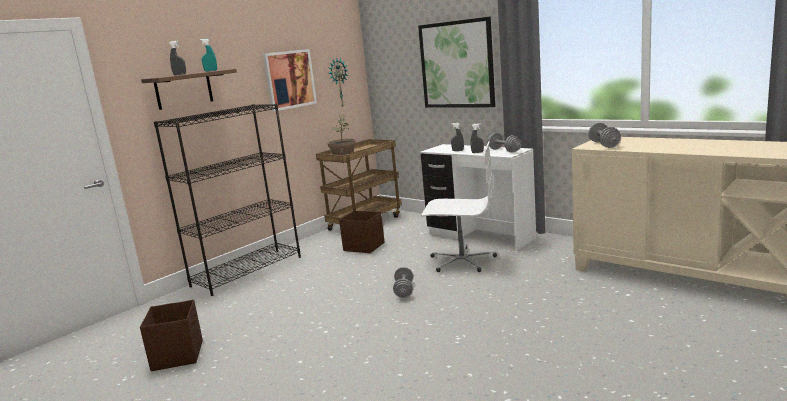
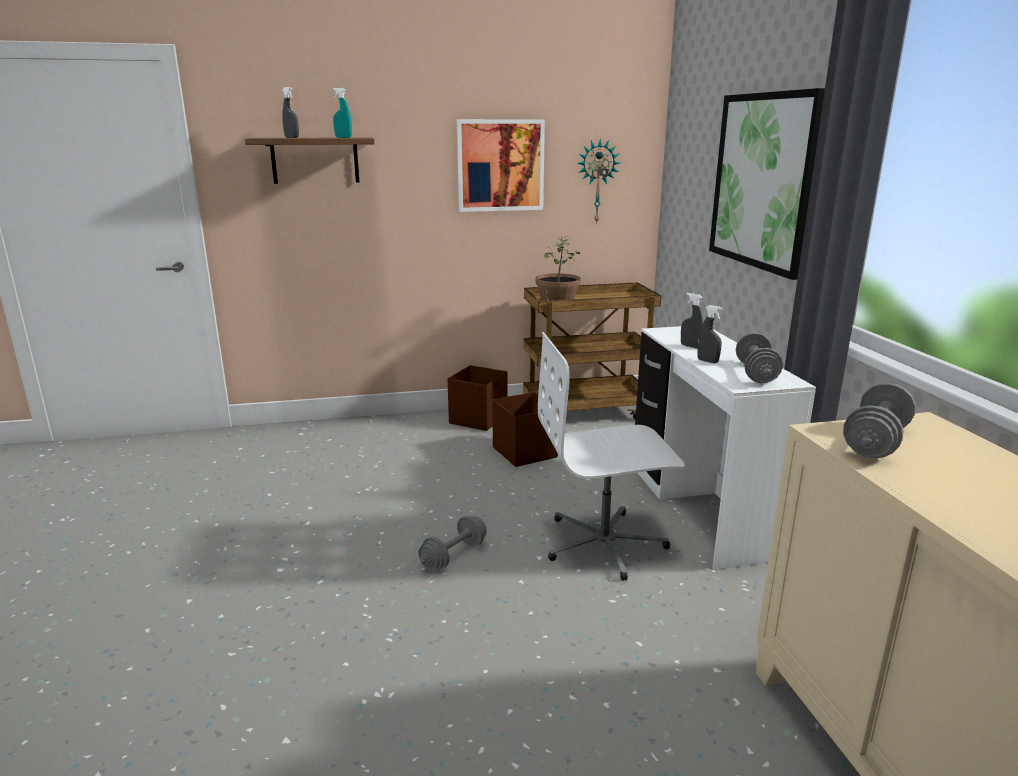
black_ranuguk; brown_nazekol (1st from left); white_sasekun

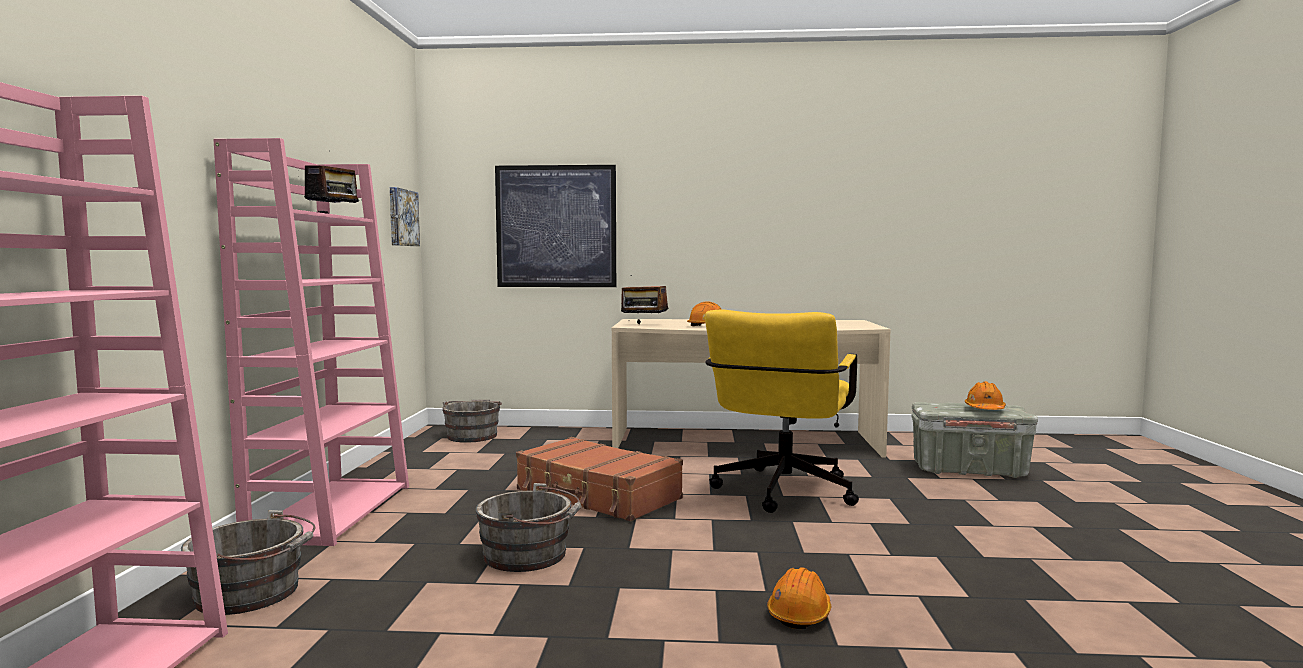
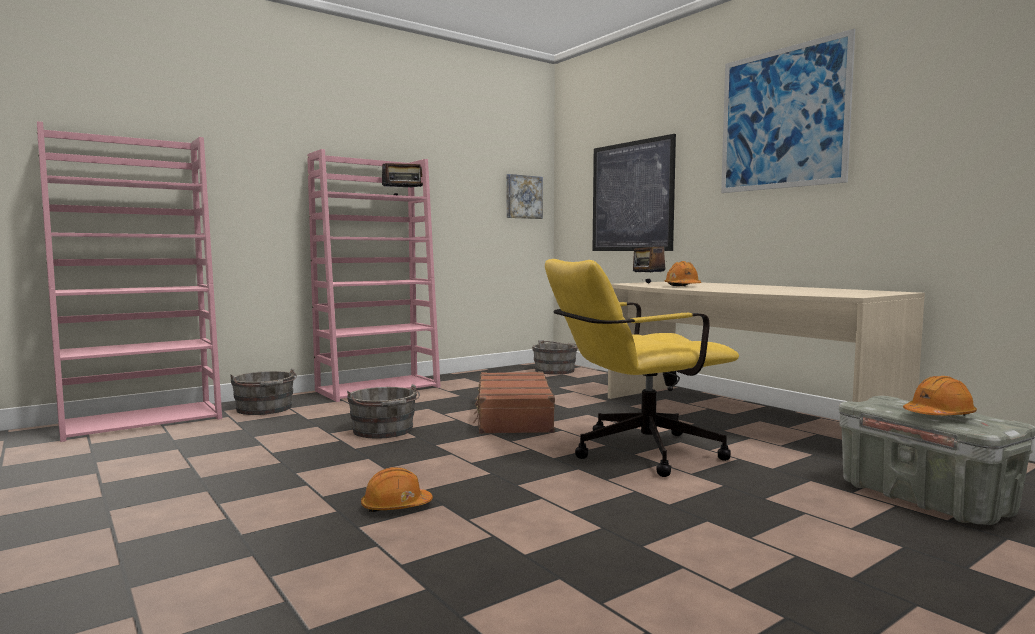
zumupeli (3rd from left)

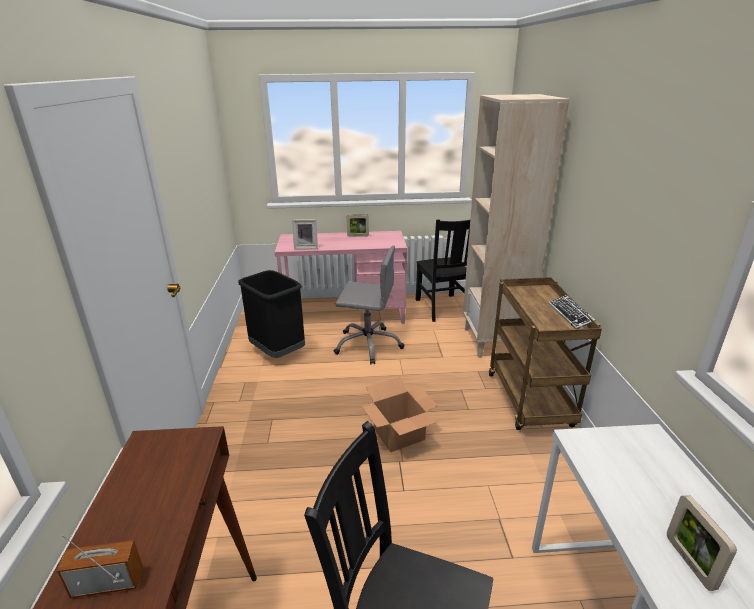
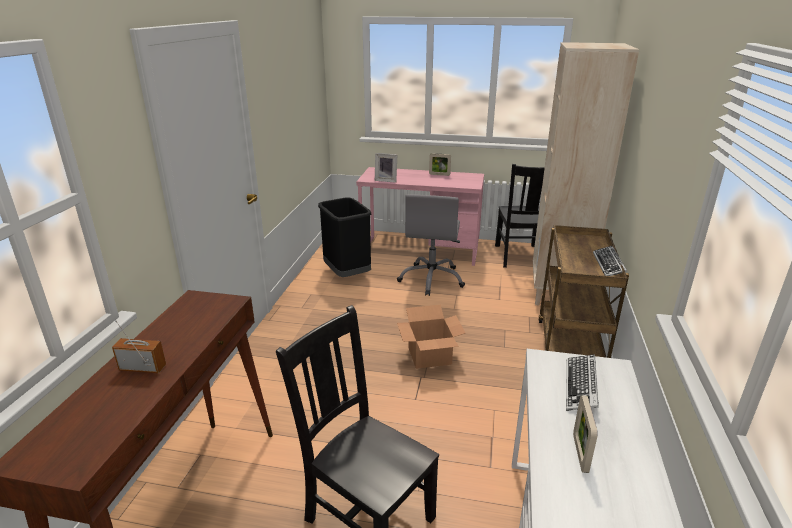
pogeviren (1st from left); grey_sasekun

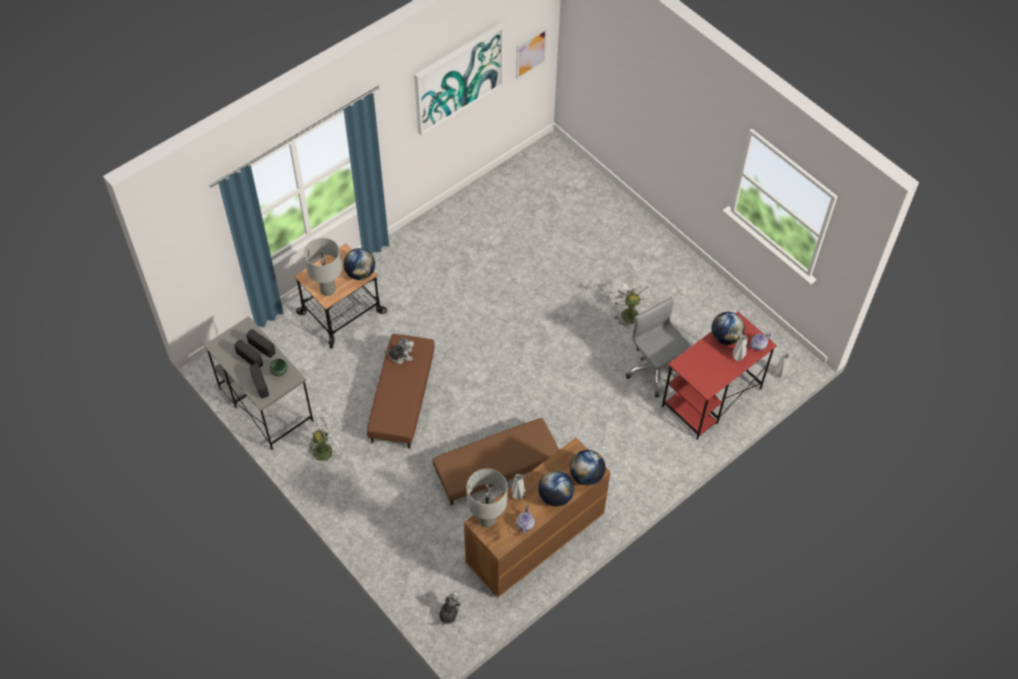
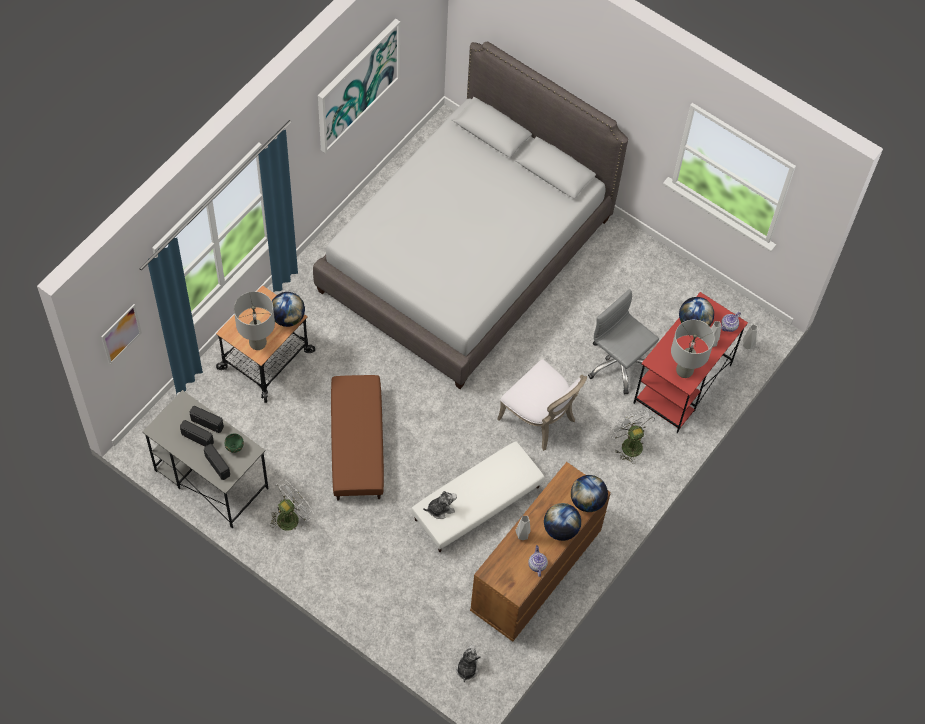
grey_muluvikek; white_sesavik; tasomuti (1st from left); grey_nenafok (2nd from left); zumupeli (1st from left); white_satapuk (2nd from left); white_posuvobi

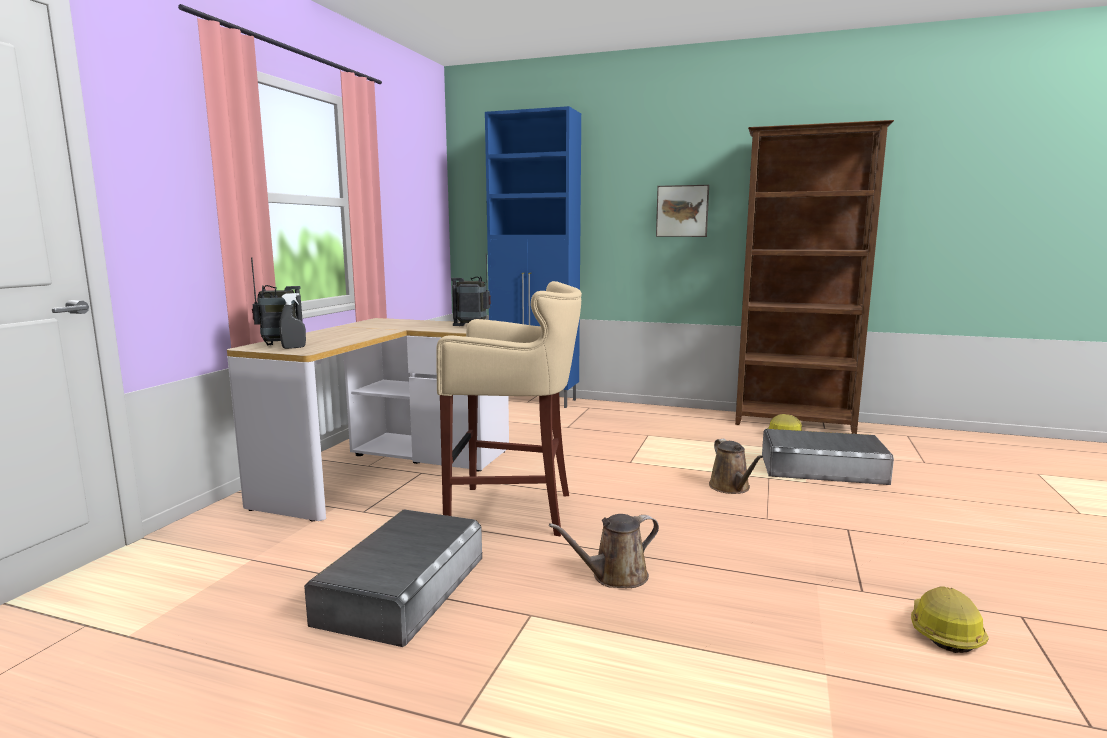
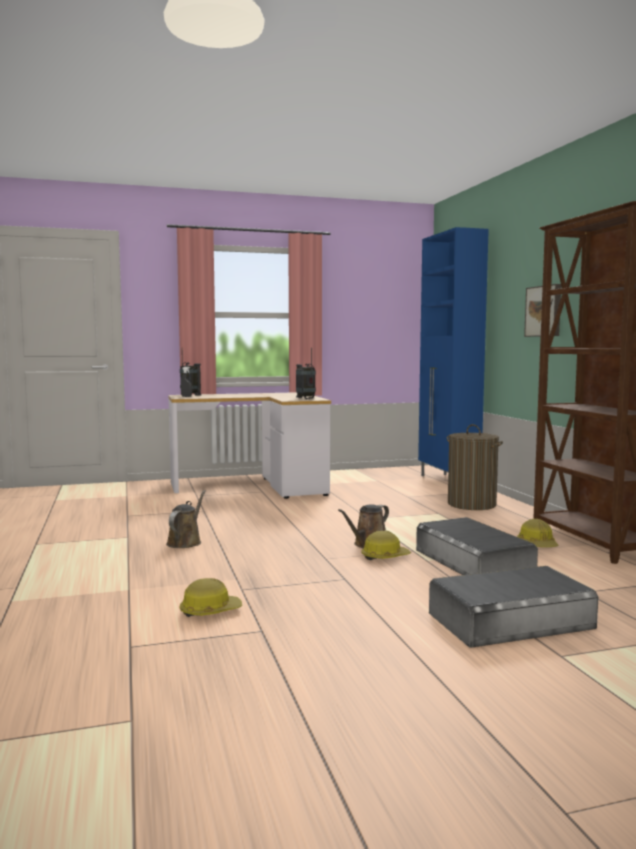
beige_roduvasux; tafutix (2nd from left); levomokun; grey_nazekol (2nd from left); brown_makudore (1st from left)

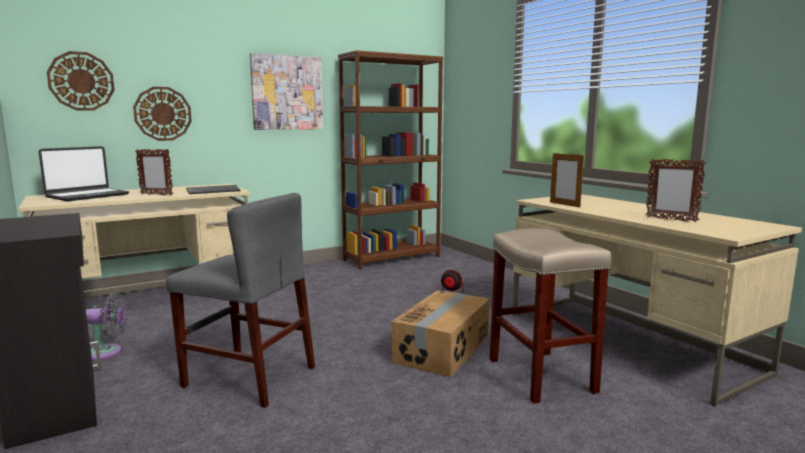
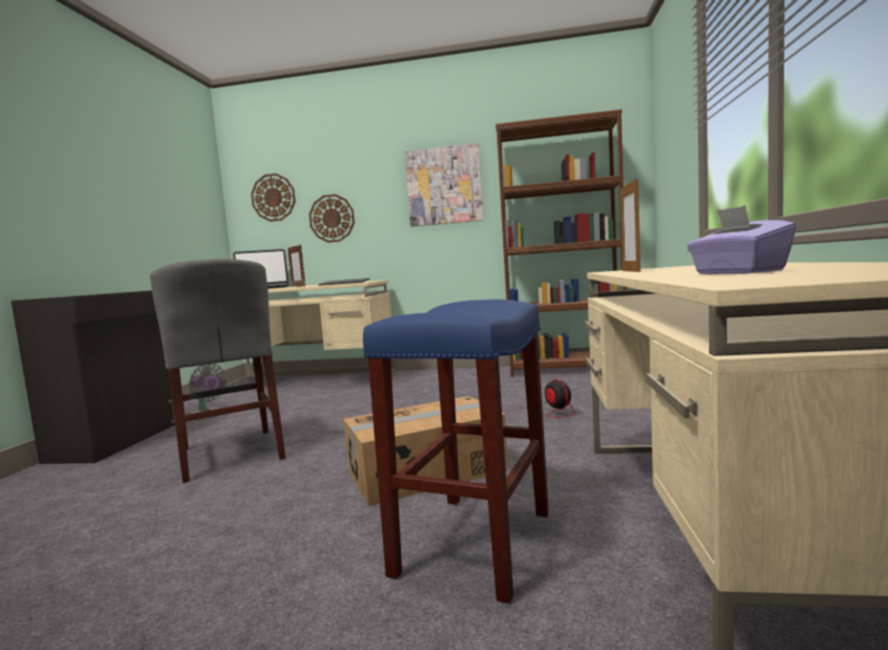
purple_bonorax; blue_roduvasux

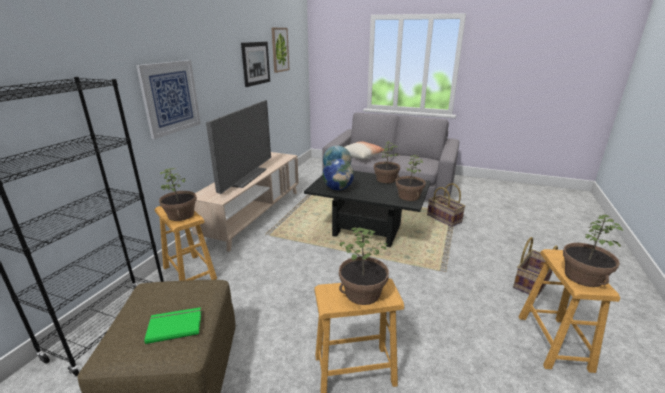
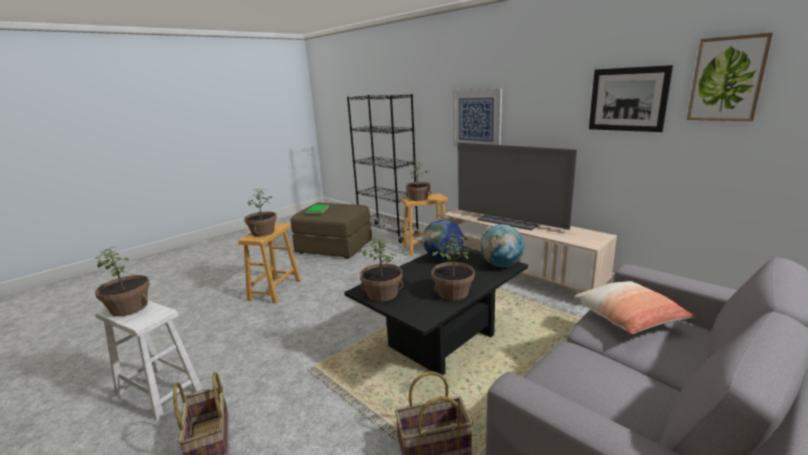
white_roduvasux

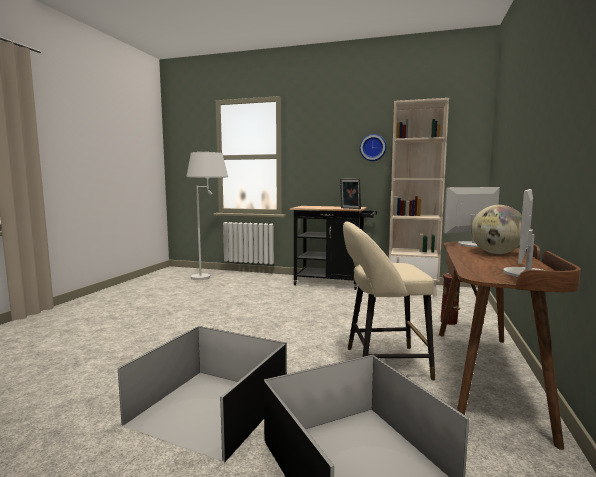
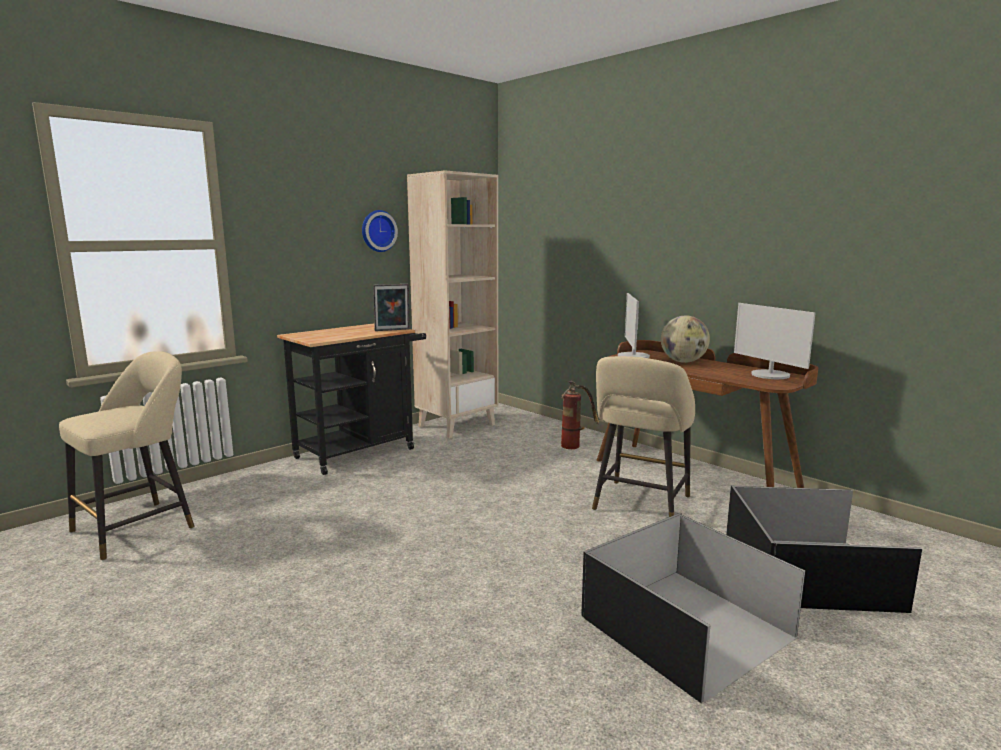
beige_roduvasux (1st from left)

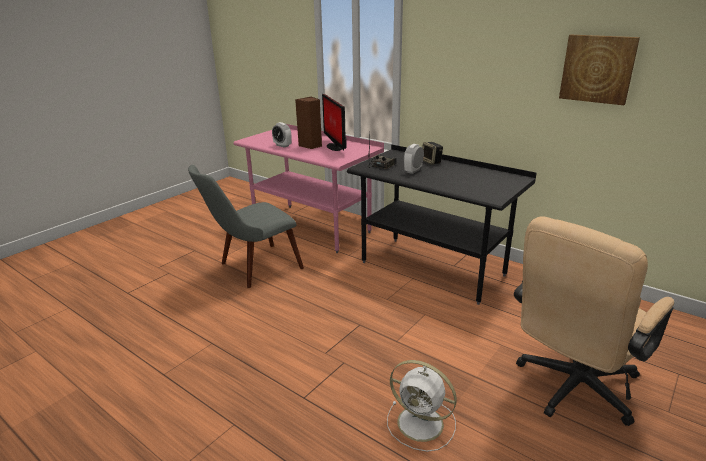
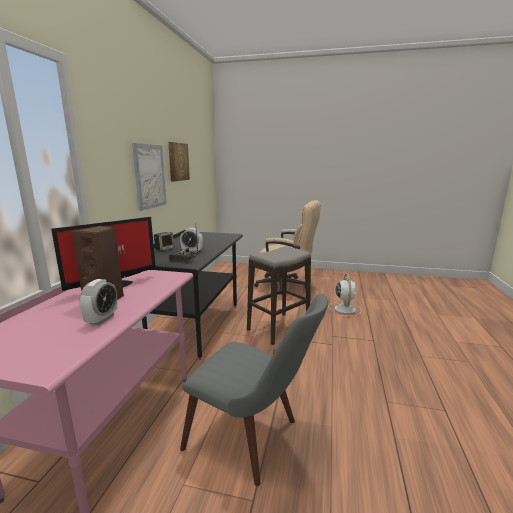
zumupeli (1st from left); roduvasux

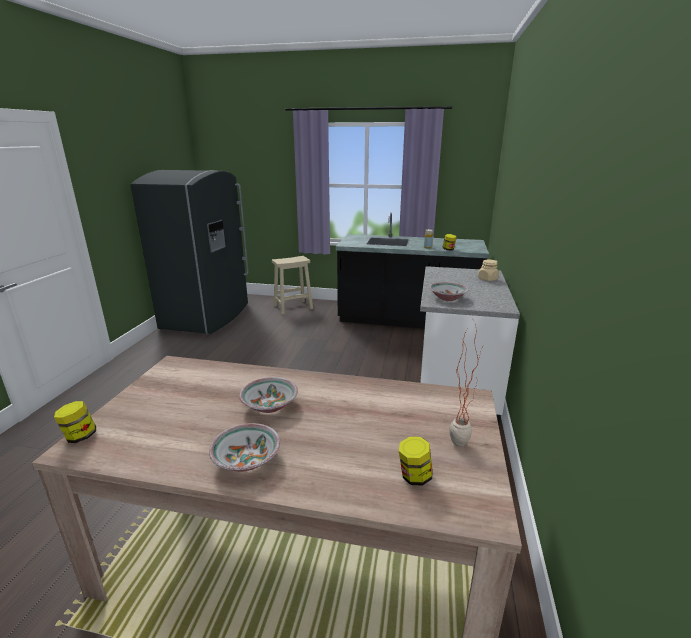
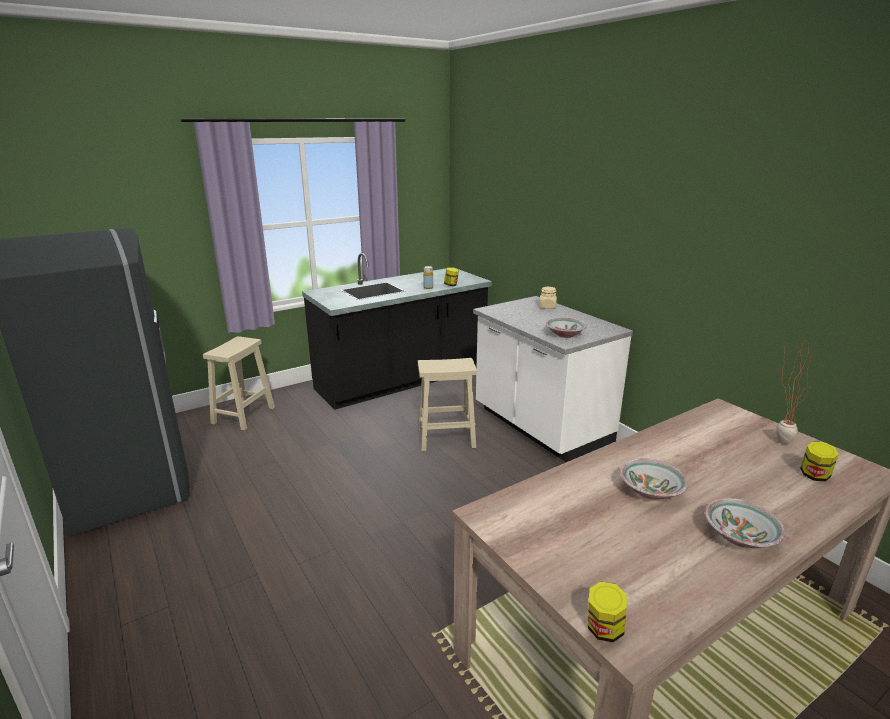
beige_roduvasux (2nd from left)

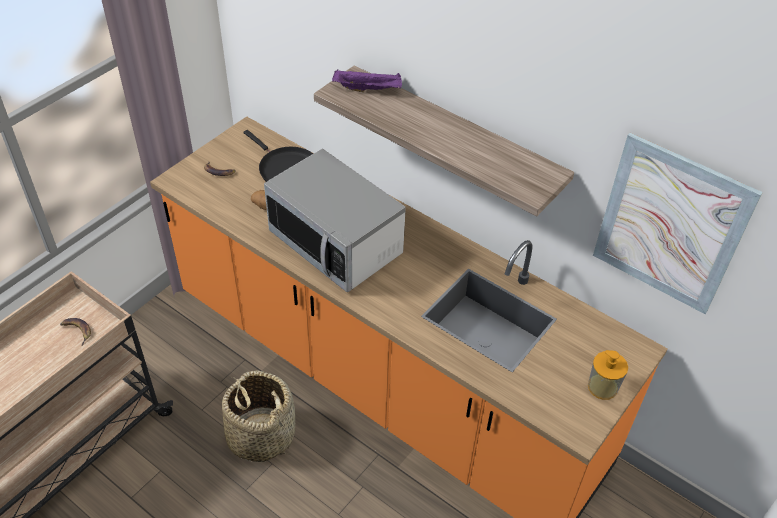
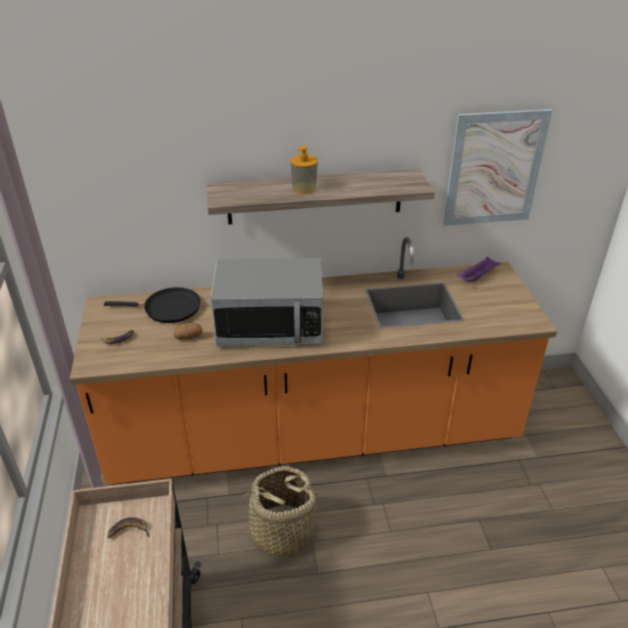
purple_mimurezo; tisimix

